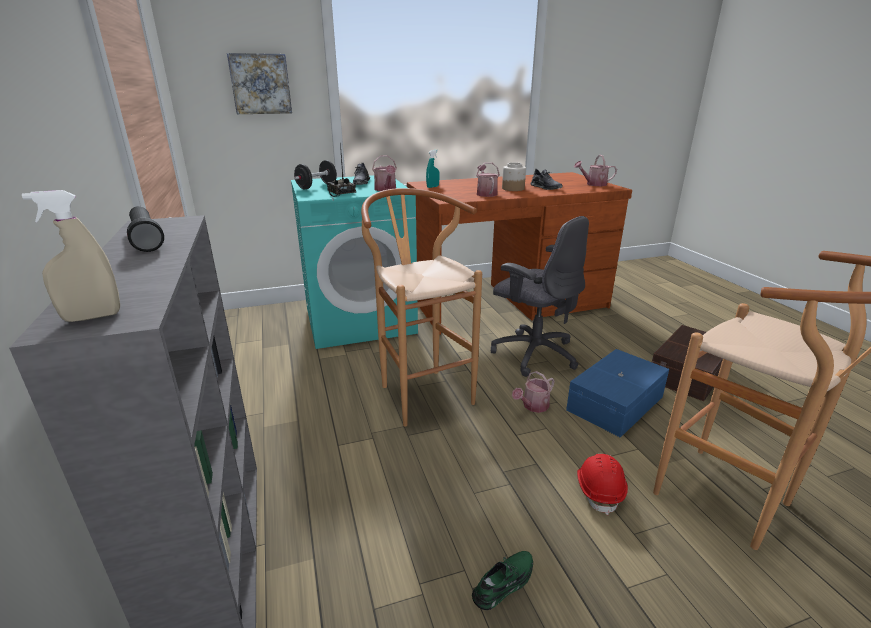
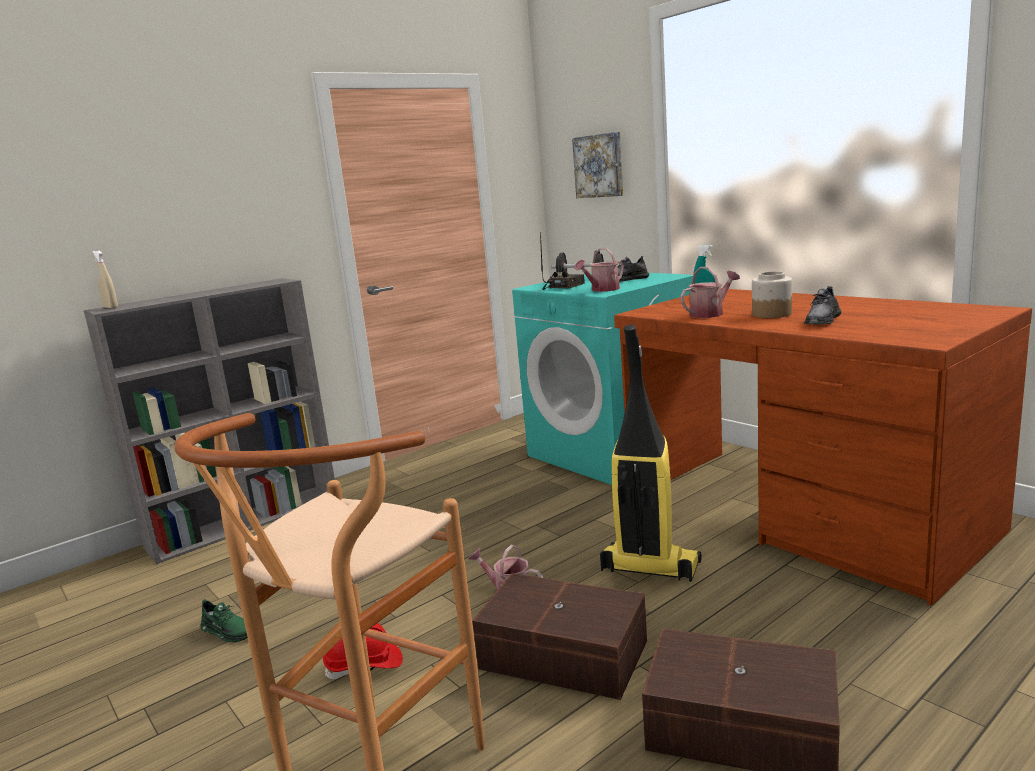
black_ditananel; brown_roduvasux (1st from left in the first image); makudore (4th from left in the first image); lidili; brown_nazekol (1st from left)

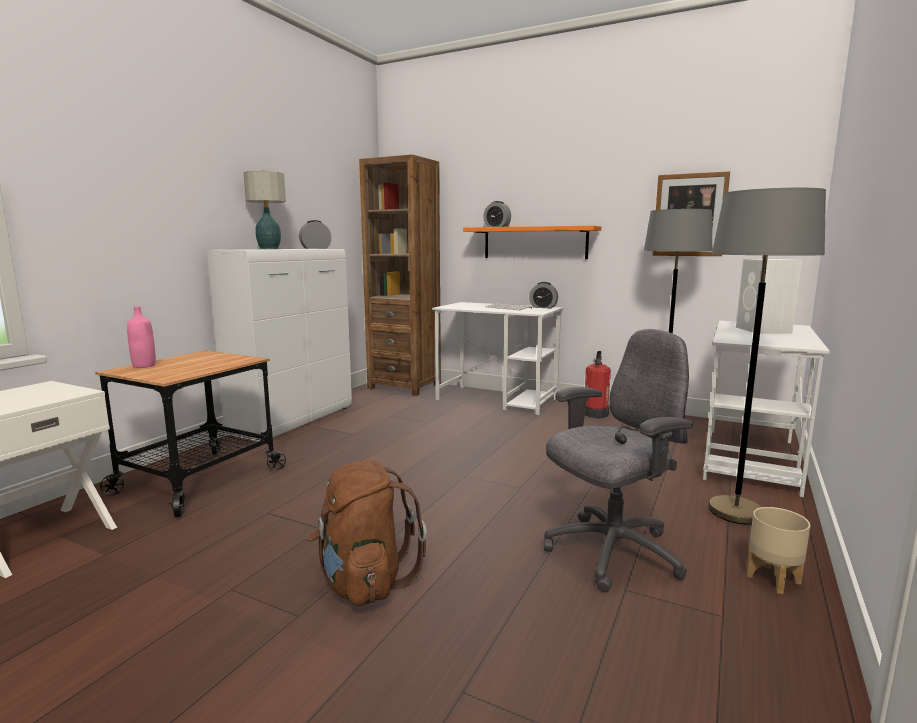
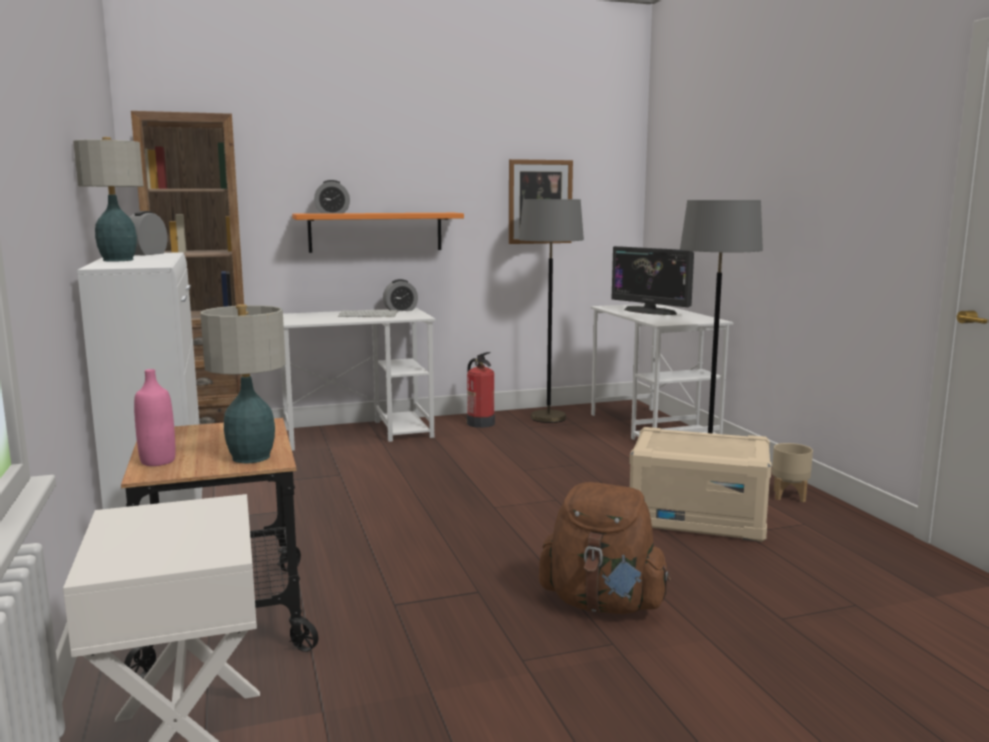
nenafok (2nd from left); beige_nazekol; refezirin

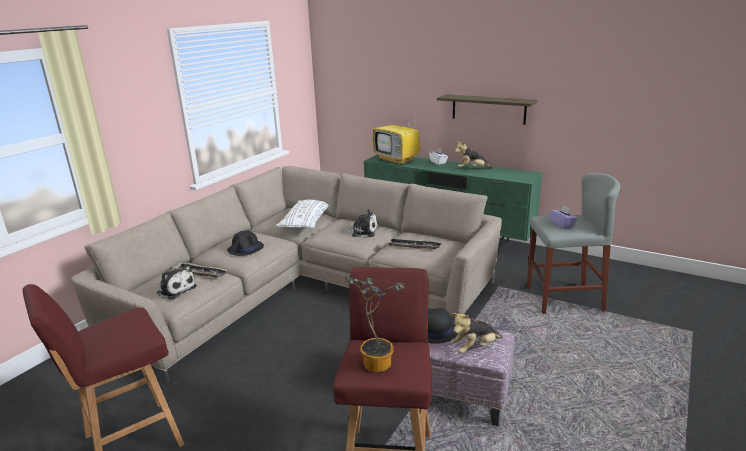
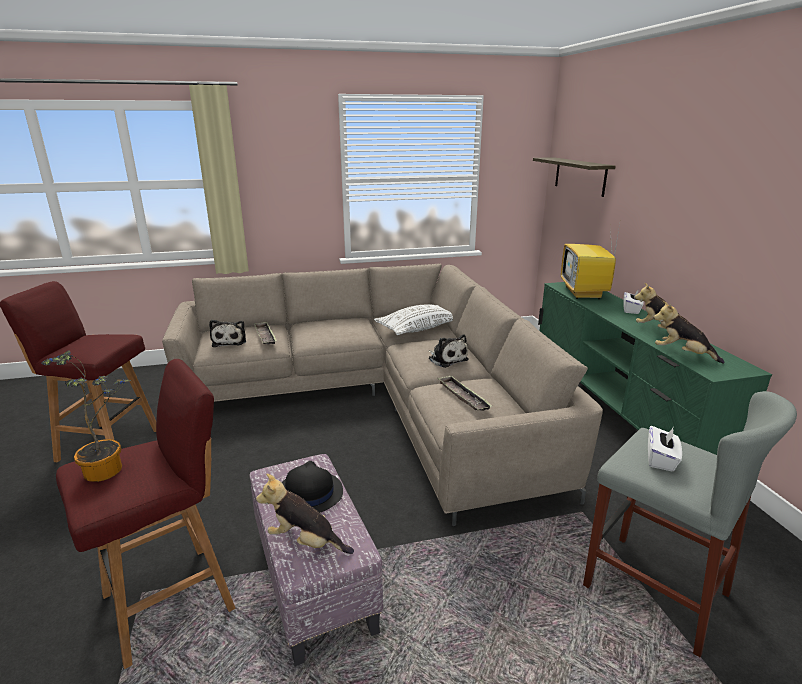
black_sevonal (1st from left in the first image); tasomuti (5th from left); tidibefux; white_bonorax (2nd from left)

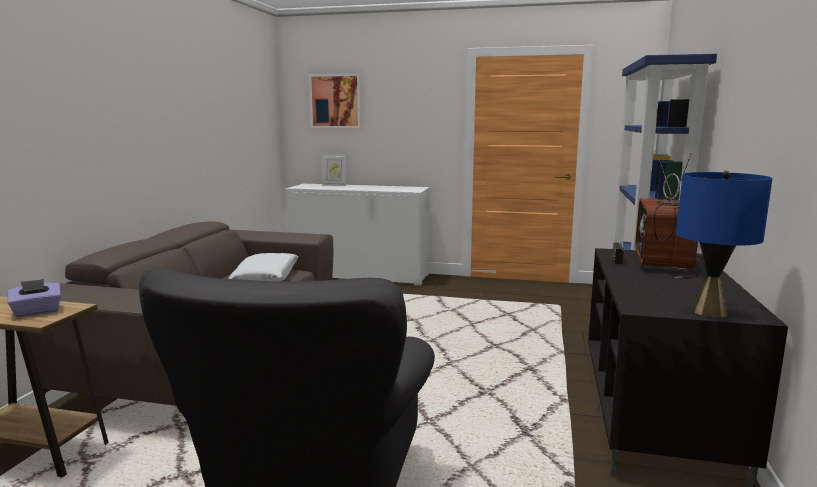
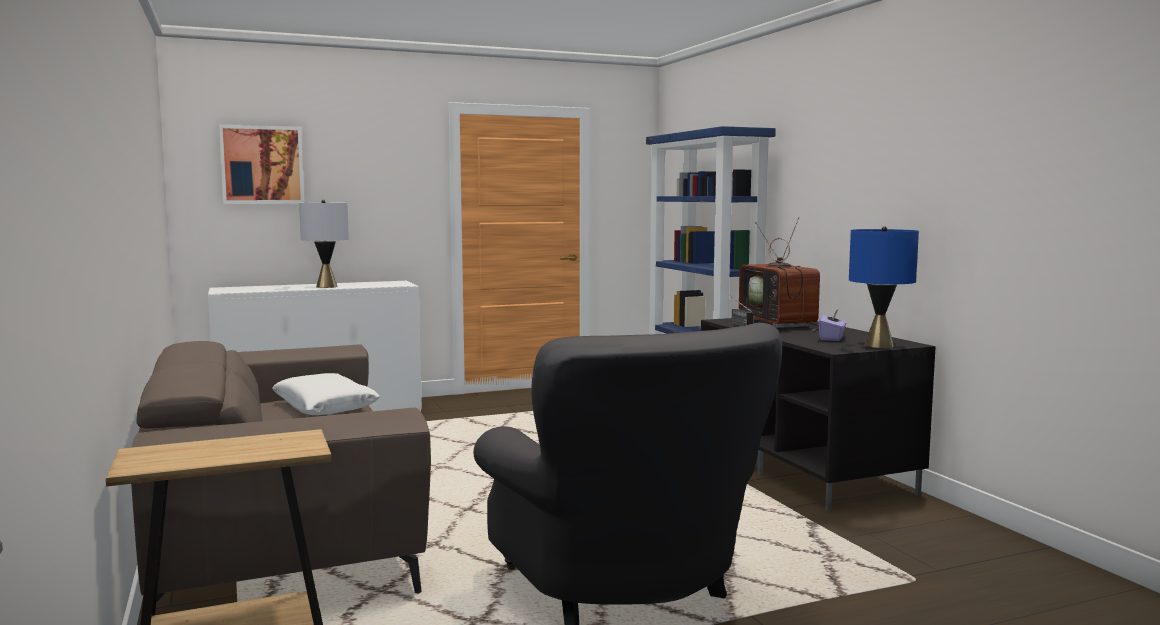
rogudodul; grey_nenafok; purple_bonorax

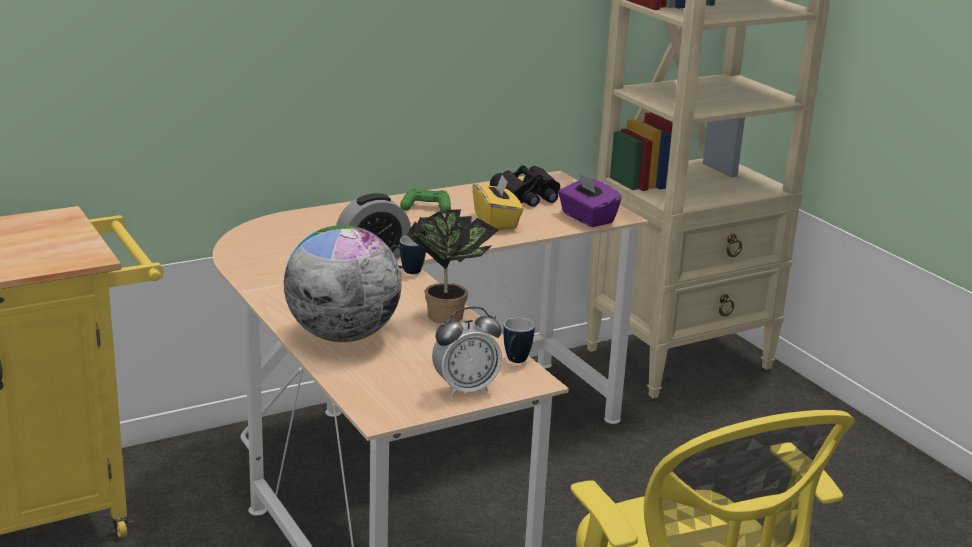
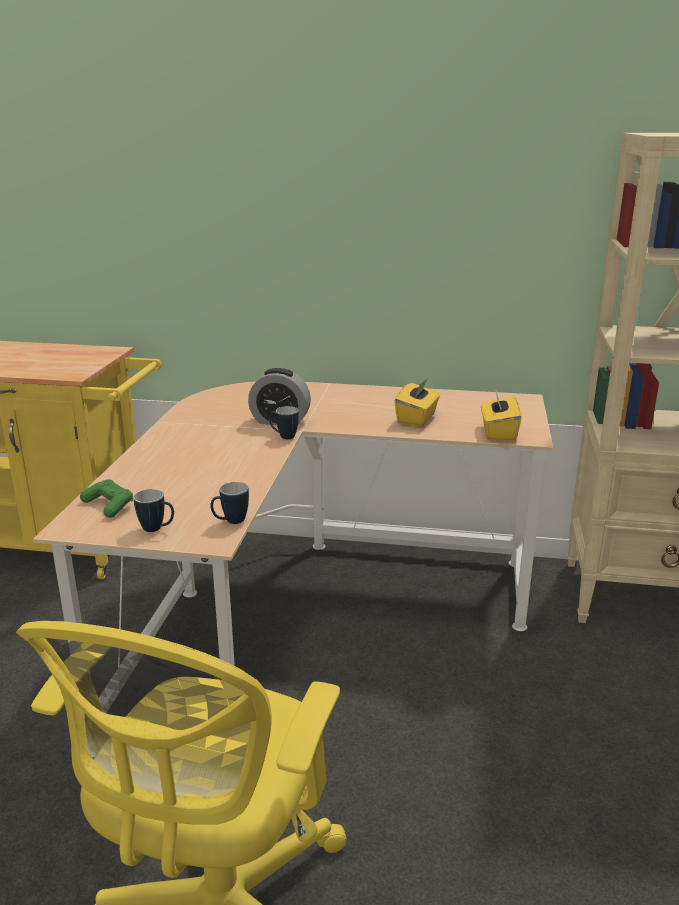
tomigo; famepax; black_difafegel; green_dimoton; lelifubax (1st from left); yellow_bonorax (2nd from left)

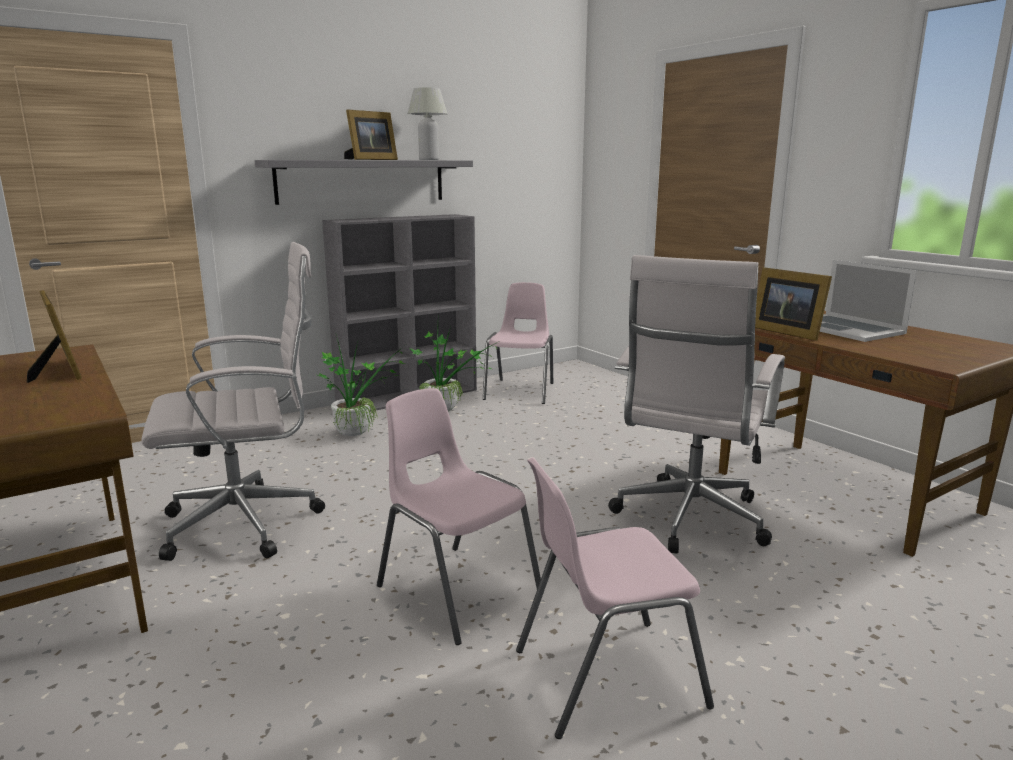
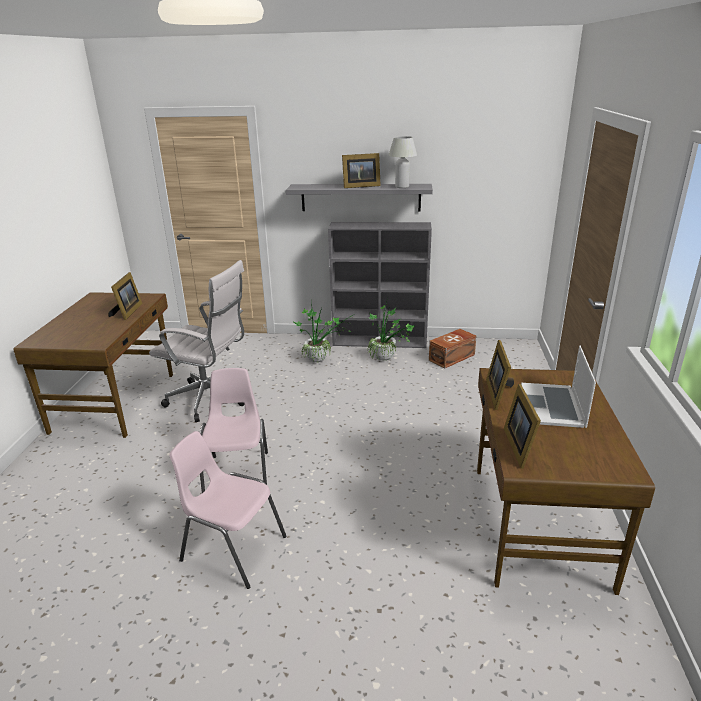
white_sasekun (2nd from left in the first image); rogudodul (4th from left); brown_nazekol

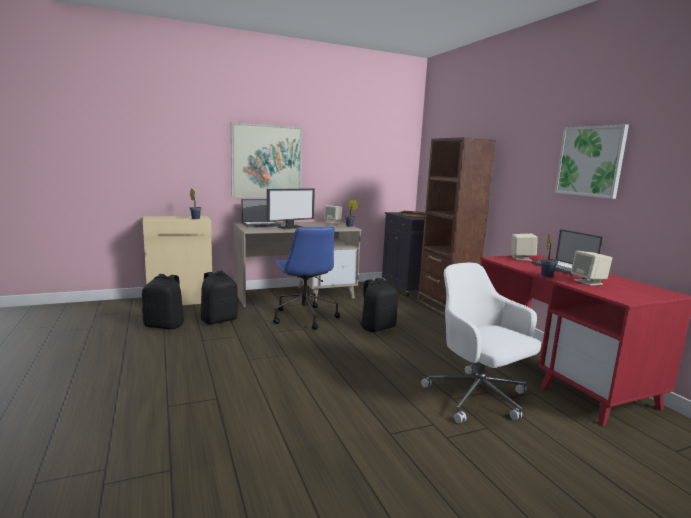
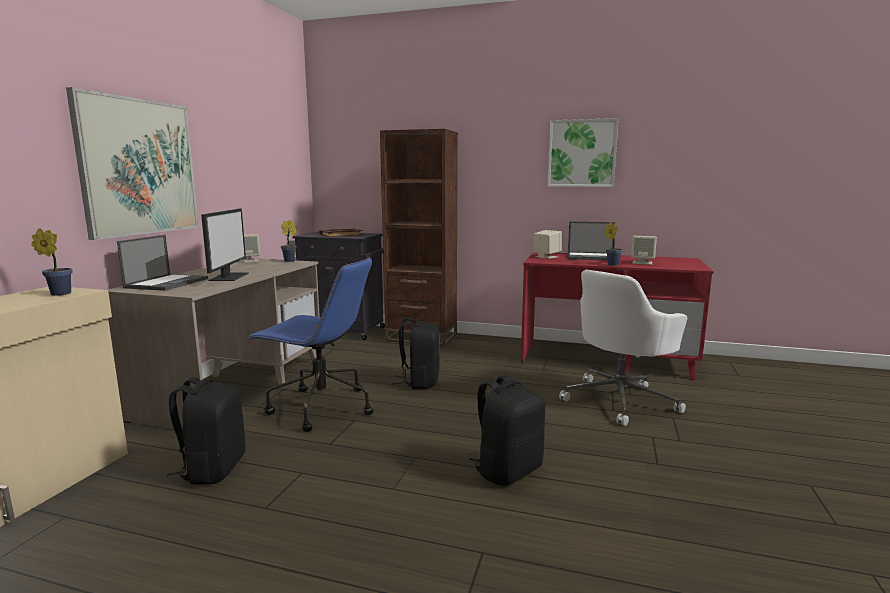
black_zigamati (3rd from left); white_sasekun

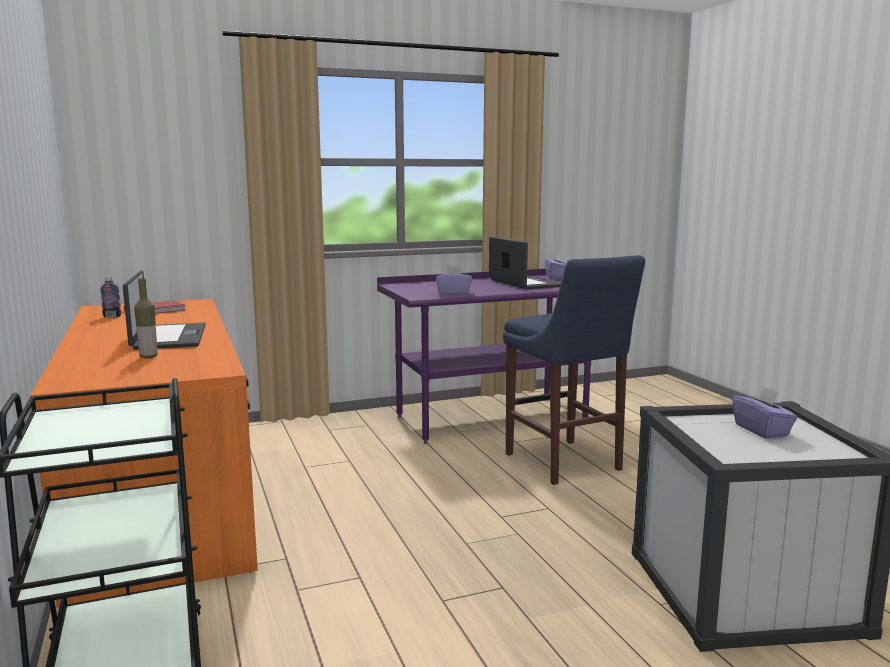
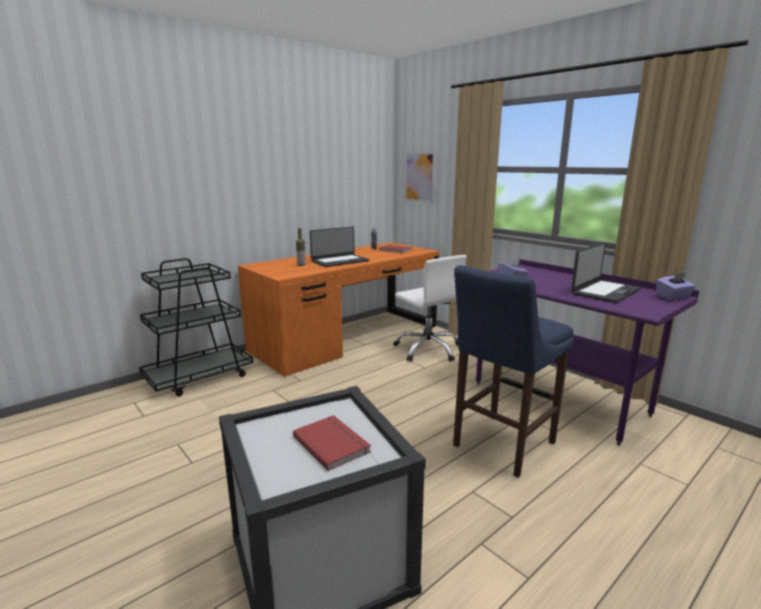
white_sasekun; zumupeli; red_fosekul (1st from left)

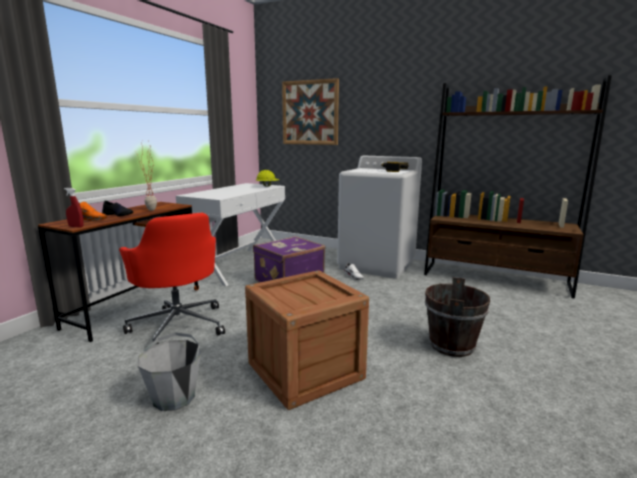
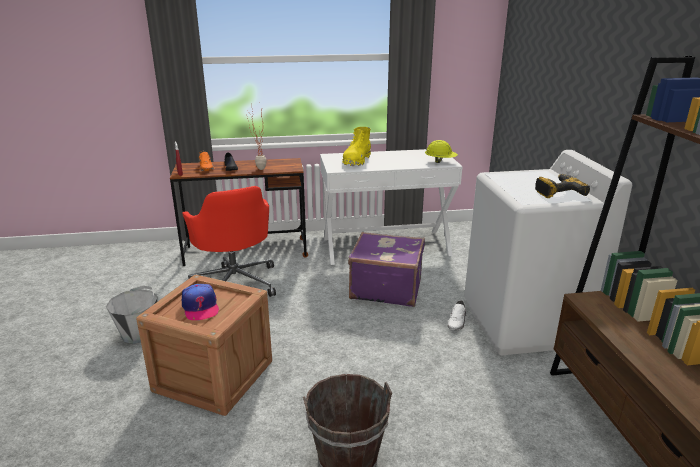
zumupeli; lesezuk; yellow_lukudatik; red_sasekun

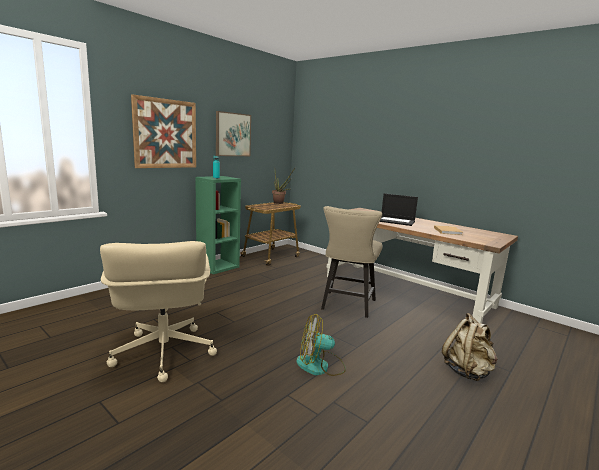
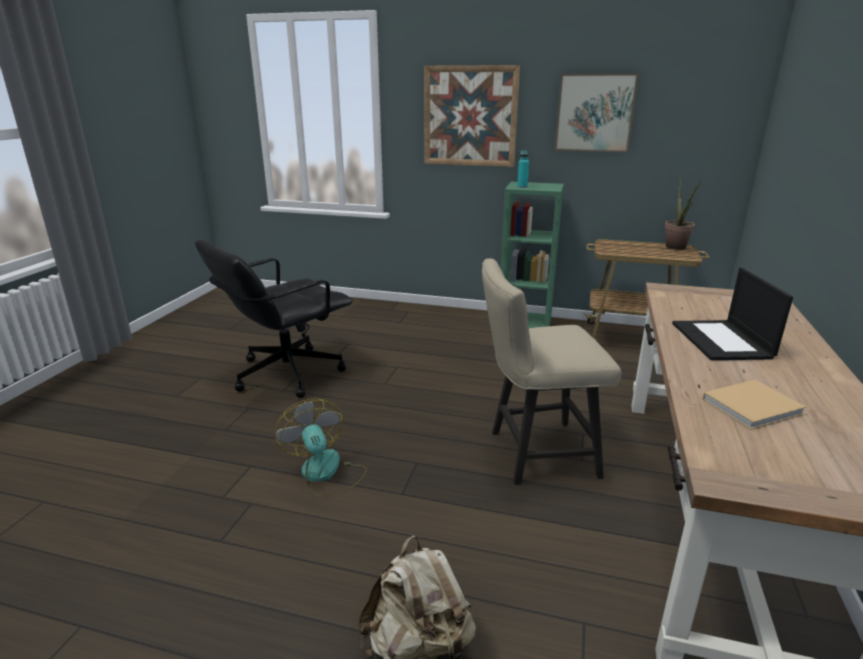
black_sasekun

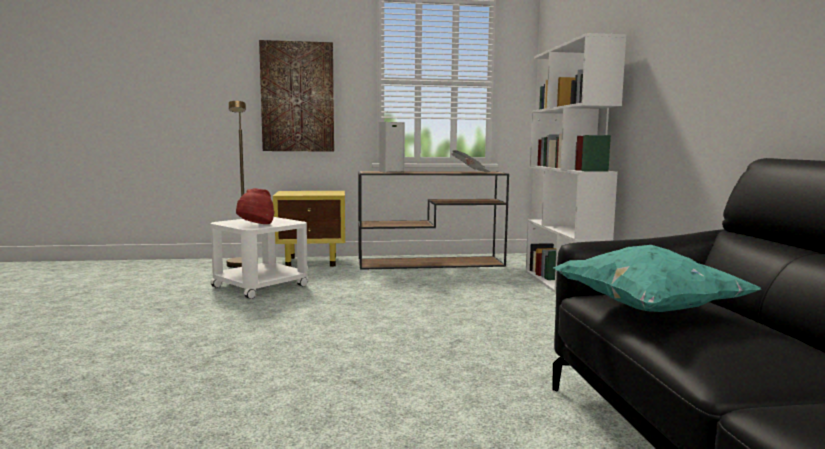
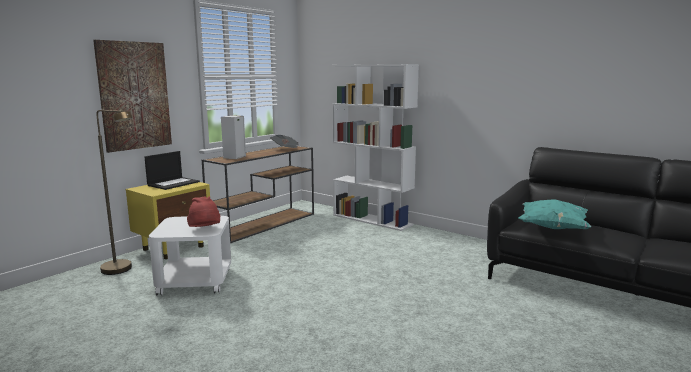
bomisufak

